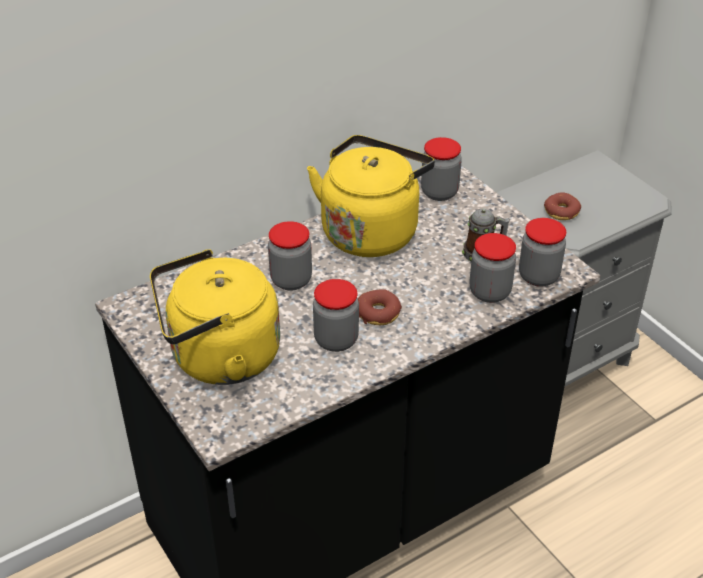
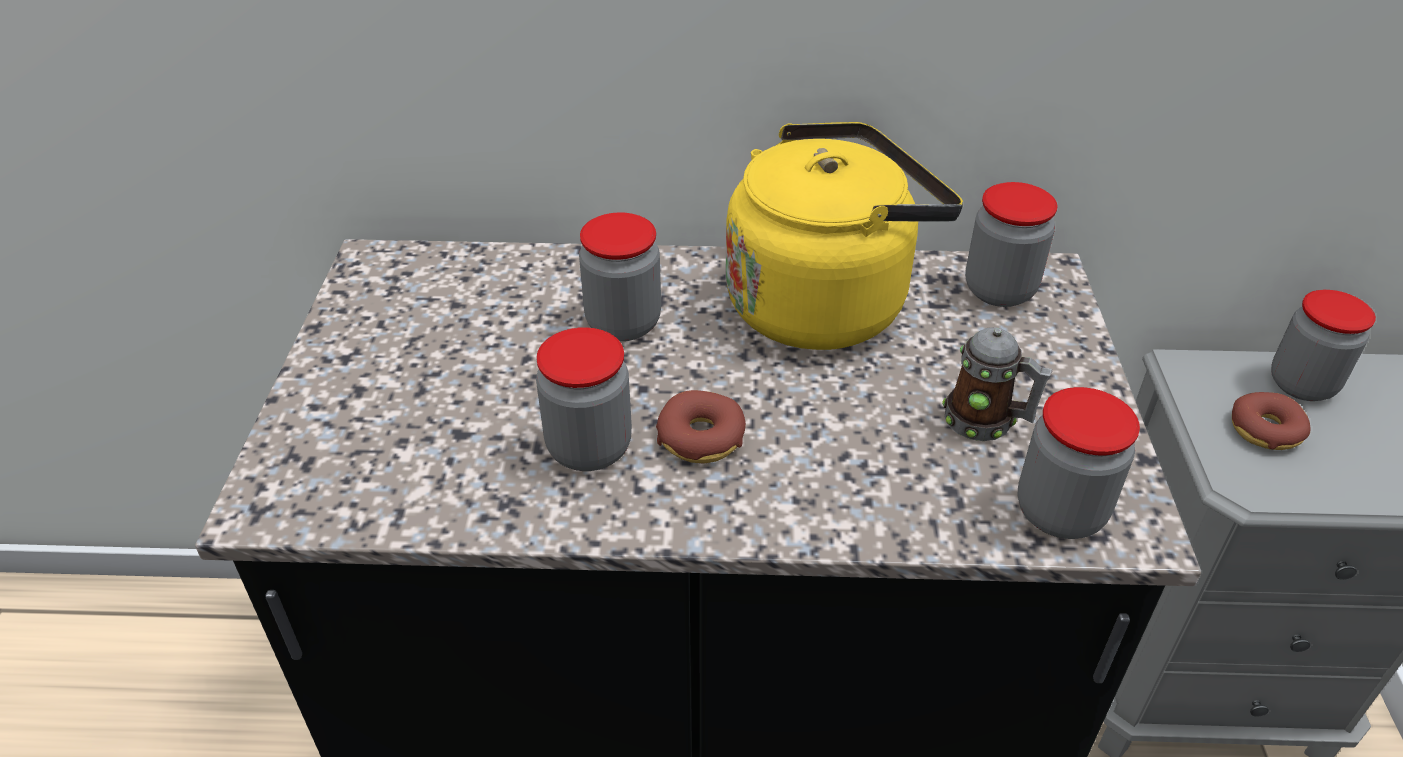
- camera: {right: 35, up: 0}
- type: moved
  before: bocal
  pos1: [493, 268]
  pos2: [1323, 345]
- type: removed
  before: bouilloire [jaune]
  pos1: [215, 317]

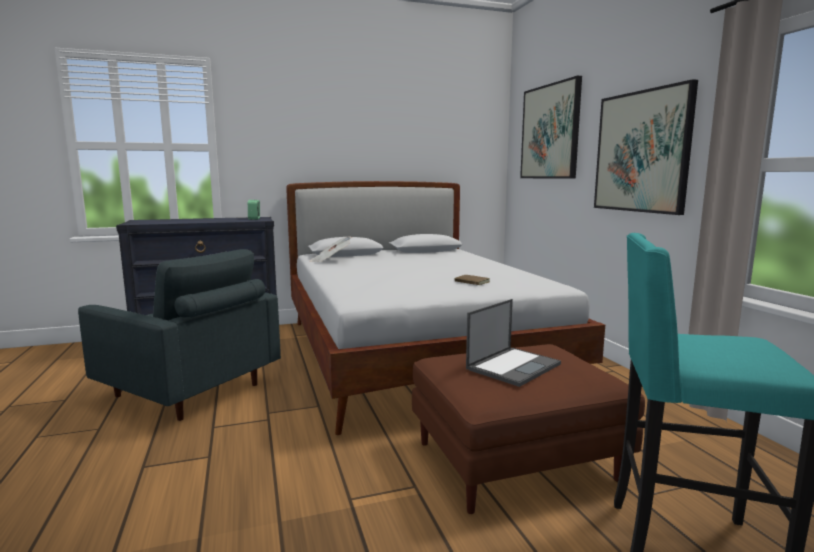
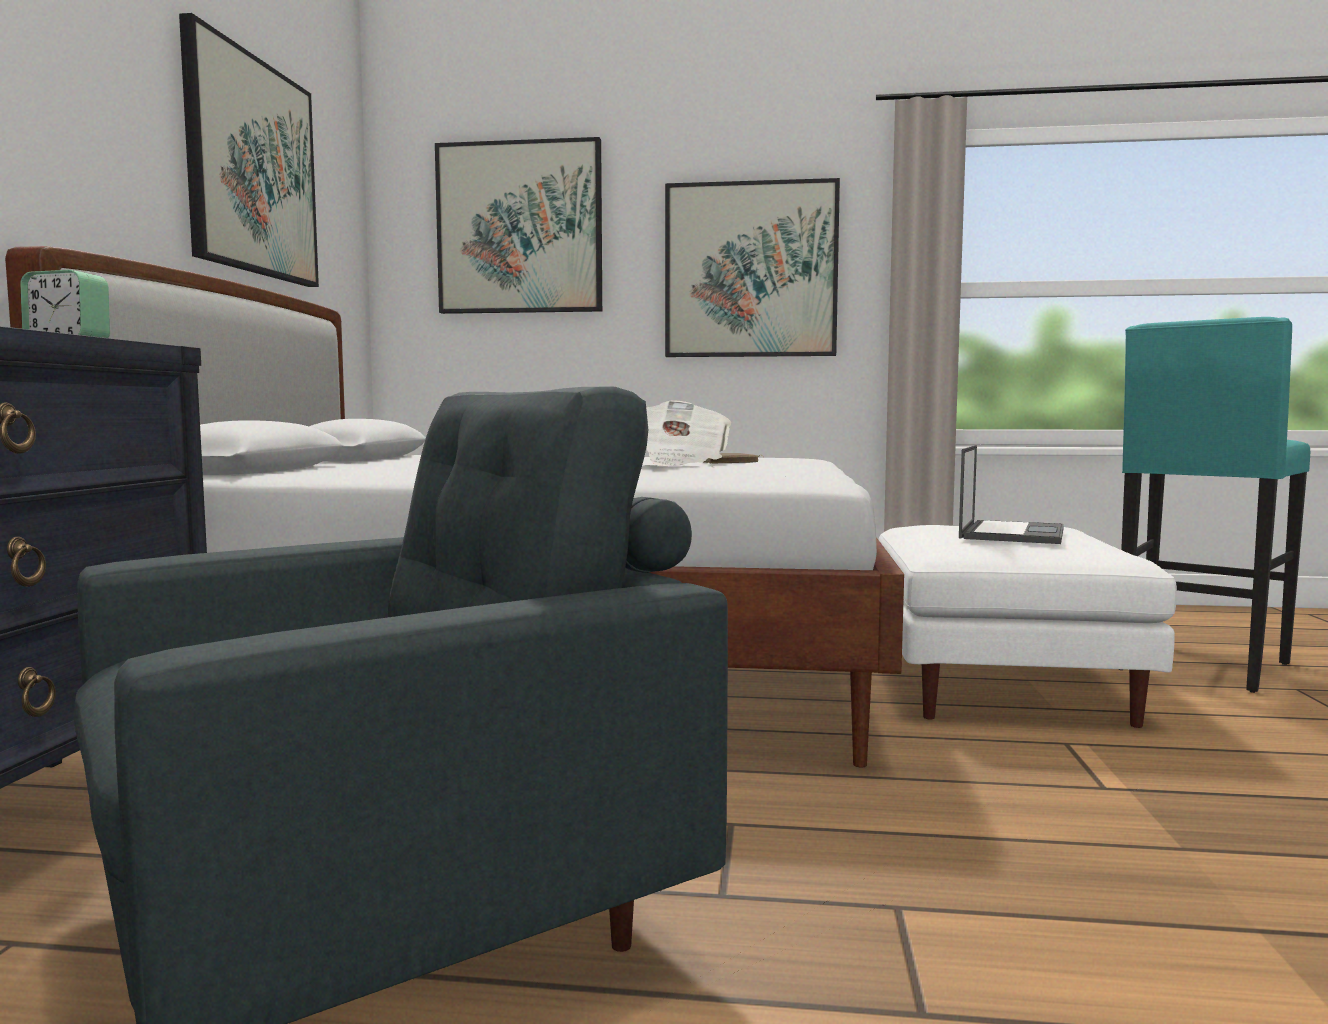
- camera: {right: -65, up: -5}
- type: added
  after: tableau
  pos2: [249, 150]
- type: moved
  before: journal
  pos1: [331, 249]
  pos2: [689, 433]
- type: recoloured
  before: pouf [marron]
  after: pouf [blanc]
  pos1: [528, 429]
  pos2: [1028, 626]
- type: turned
  before: ordinateur portable
  pos1: [513, 343]
  pos2: [1011, 494]
  turn: 45

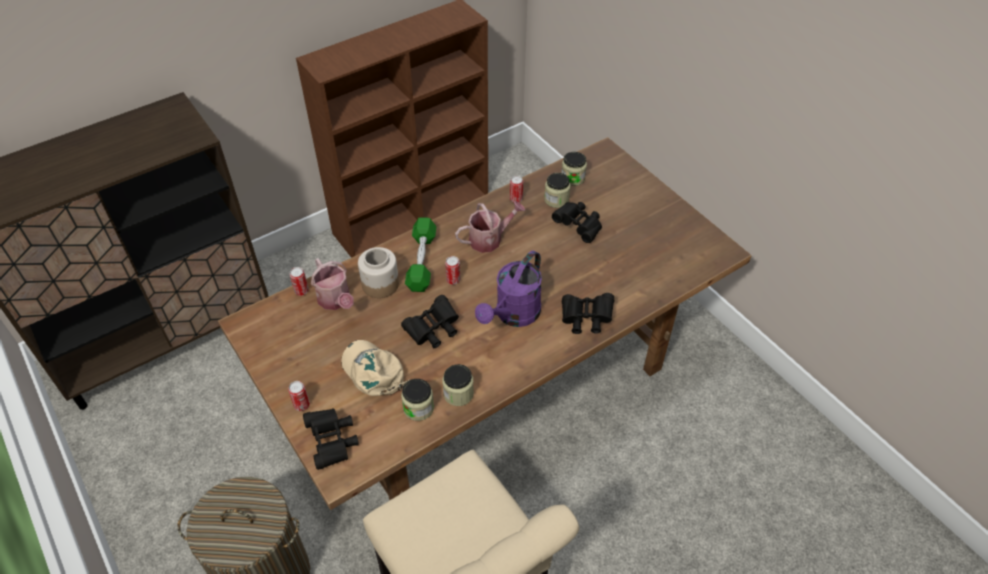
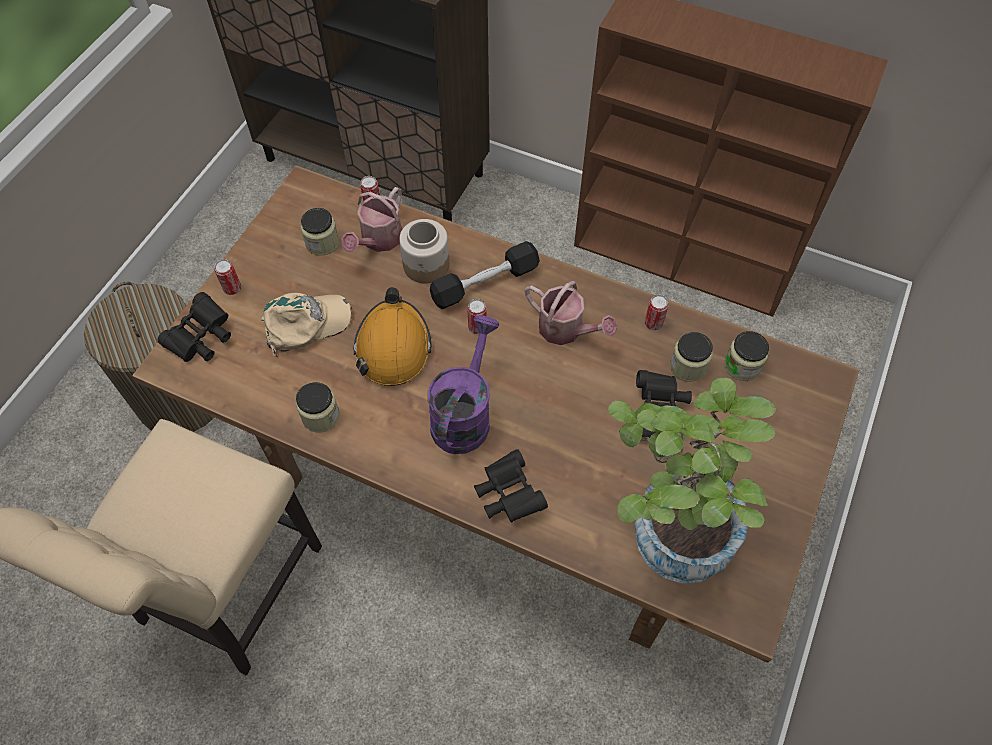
- camera: {right: 60, up: 10}
- type: turned
  before: casquette [beige]
  pos1: [375, 368]
  pos2: [306, 325]
  turn: 45
- type: moved
  before: bocal
  pos1: [417, 400]
  pos2: [320, 232]
- type: replaced
  before: jumelles [noir]
  after: casque de chantier [orange]
  pos1: [430, 321]
  pos2: [392, 336]
- type: turned
  before: arrosoir [violet]
  pos1: [508, 289]
  pos2: [463, 384]
  turn: 105
- type: recoloured
  before: haltère [vert]
  after: haltère [noir]
  pos1: [421, 254]
  pos2: [485, 275]
- type: added
  after: plante en pot
  pos2: [692, 481]

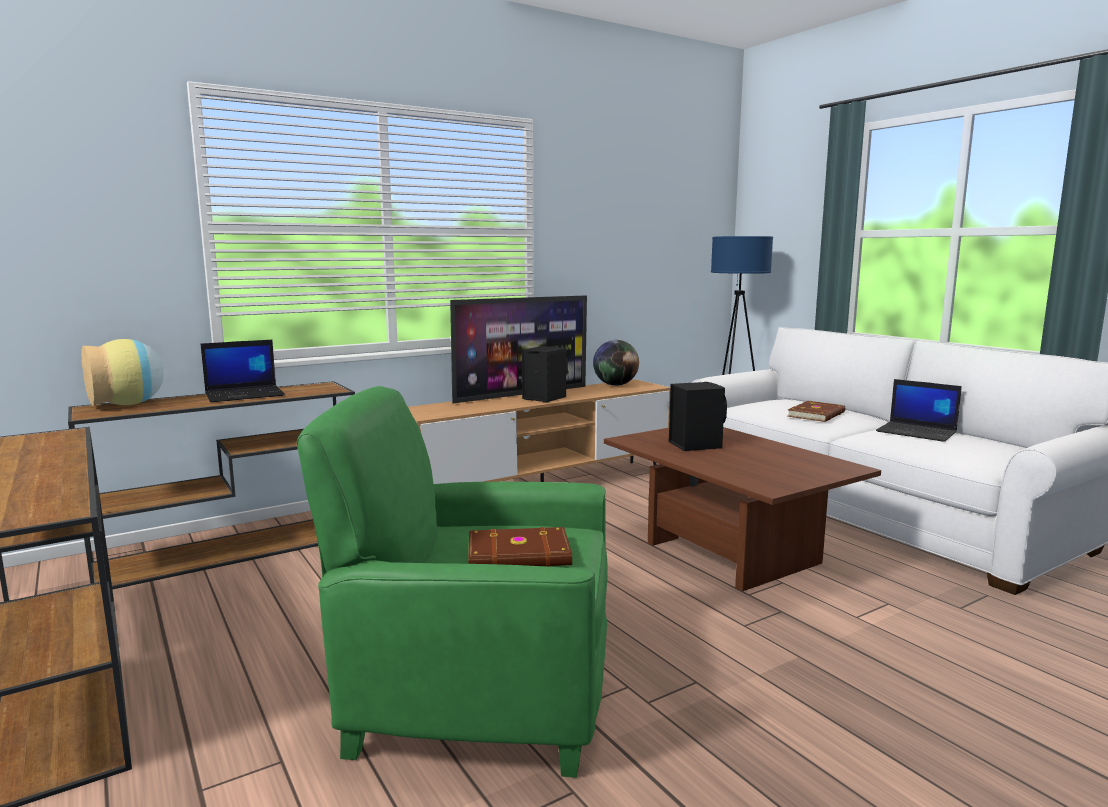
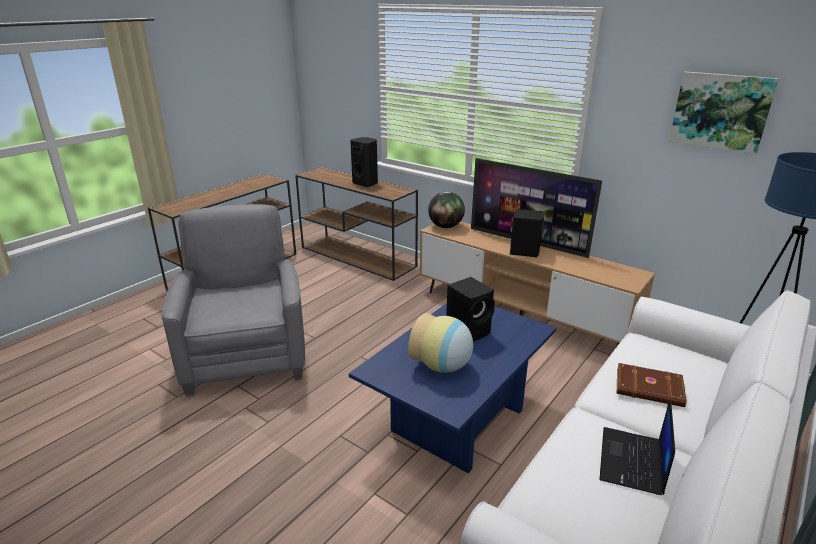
- camera: {right: 70, up: 15}
- type: recoloured
  before: fauteuil [vert]
  after: fauteuil [gris]
  pos1: [452, 582]
  pos2: [233, 300]
- type: recoloured
  before: table basse [marron]
  after: table basse [bleu]
  pos1: [742, 509]
  pos2: [452, 388]
- type: replaced
  before: ordinateur portable
  after: enceinte [noir]
  pos1: [243, 371]
  pos2: [364, 162]
- type: moved
  before: vase
  pos1: [122, 372]
  pos2: [440, 343]
- type: moved
  before: globe
  pos1: [616, 363]
  pos2: [446, 210]
- type: added
  after: tableau
  pos2: [724, 112]
- type: removed
  before: livre [marron]
  pos1: [520, 547]

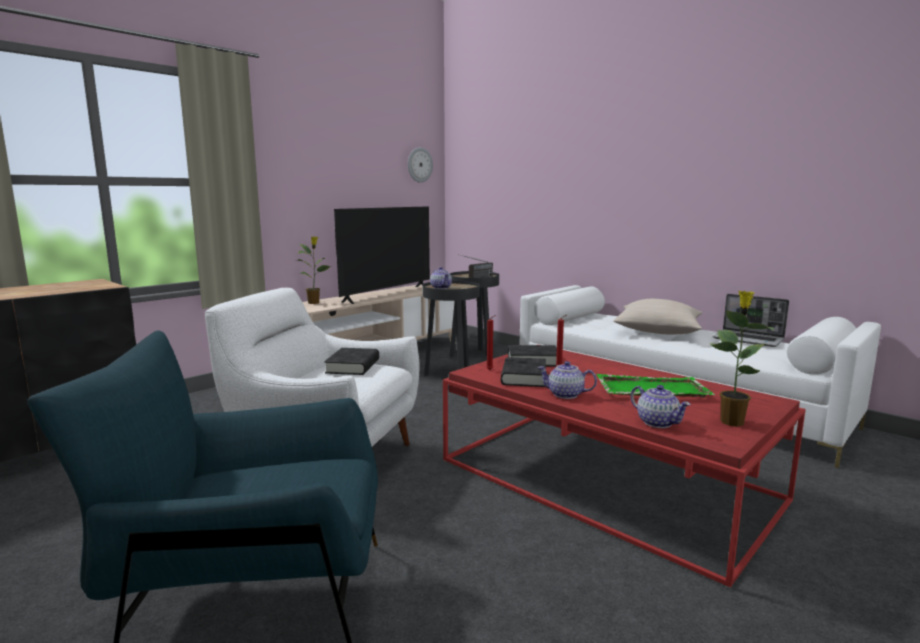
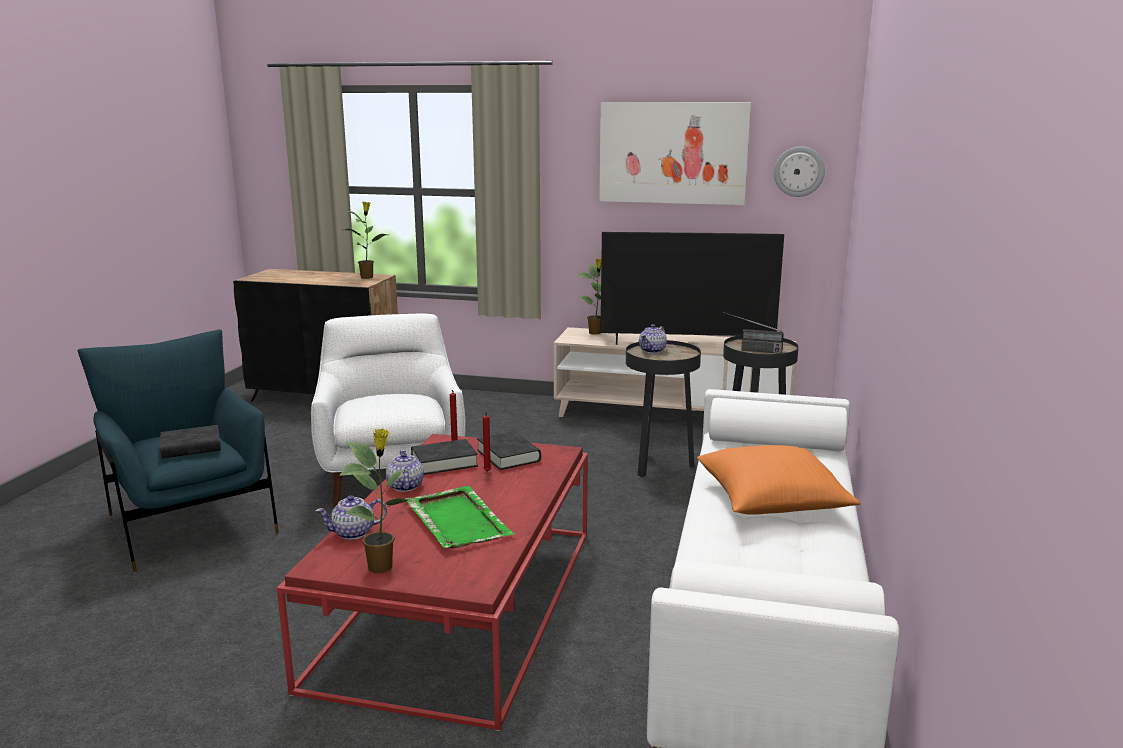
- camera: {right: 60, up: 5}
- type: moved
  before: livre [noir]
  pos1: [351, 361]
  pos2: [190, 441]
- type: turned
  before: théière
  pos1: [660, 406]
  pos2: [351, 517]
  turn: 45
- type: added
  after: plante en pot
  pos2: [366, 240]
- type: added
  after: tableau
  pos2: [675, 153]
- type: recoloured
  before: coussin [beige]
  after: coussin [orange]
  pos1: [657, 316]
  pos2: [778, 480]
- type: removed
  before: ordinateur portable
  pos1: [751, 320]

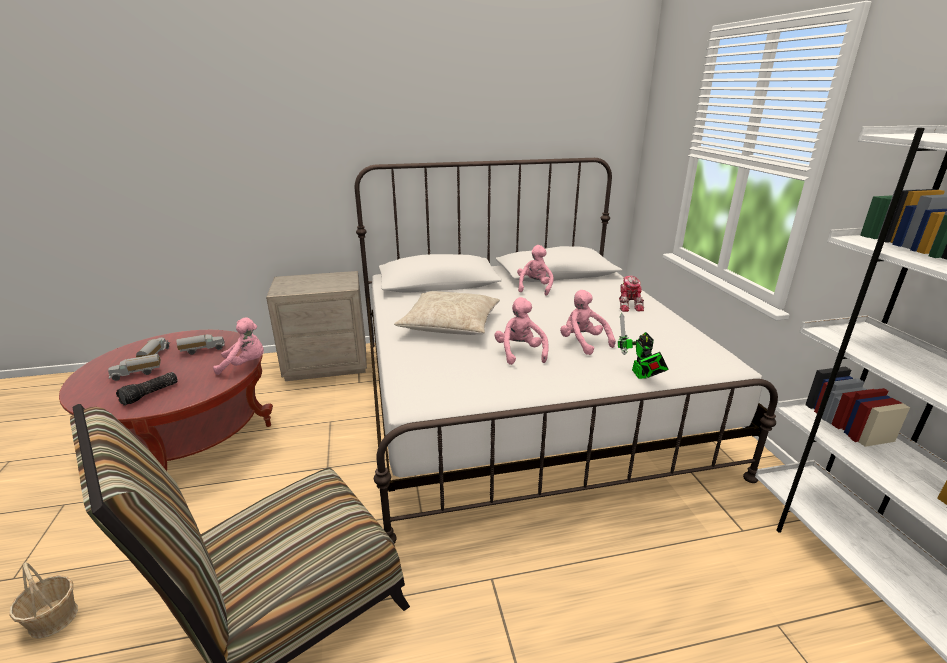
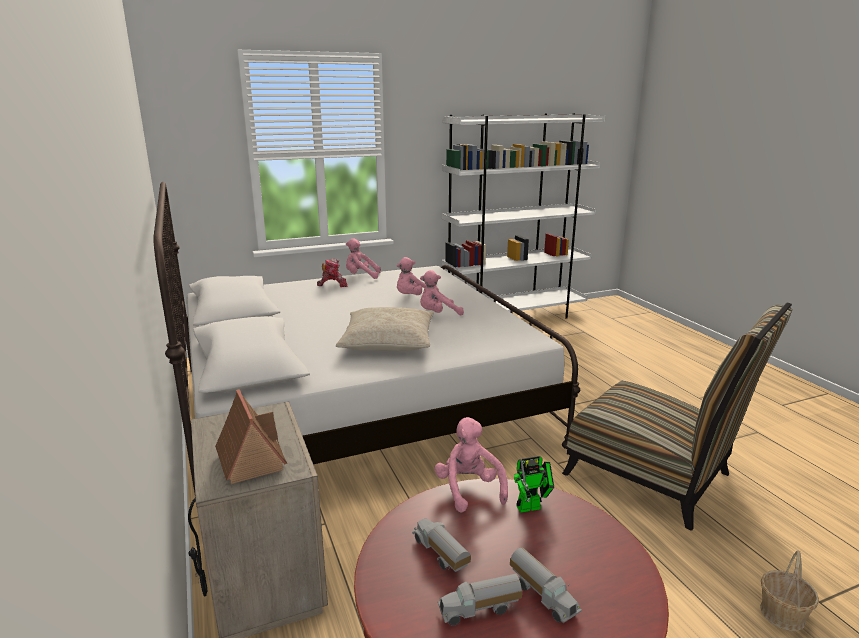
- camera: {right: -100, up: -5}
- type: added
  after: maison miniature
  pos2: [251, 436]
- type: moved
  before: peluche [rose]
  pos1: [535, 270]
  pos2: [363, 258]
- type: moved
  before: robot jouet
  pos1: [643, 346]
  pos2: [534, 484]
- type: removed
  before: lampe de poche
  pos1: [147, 389]

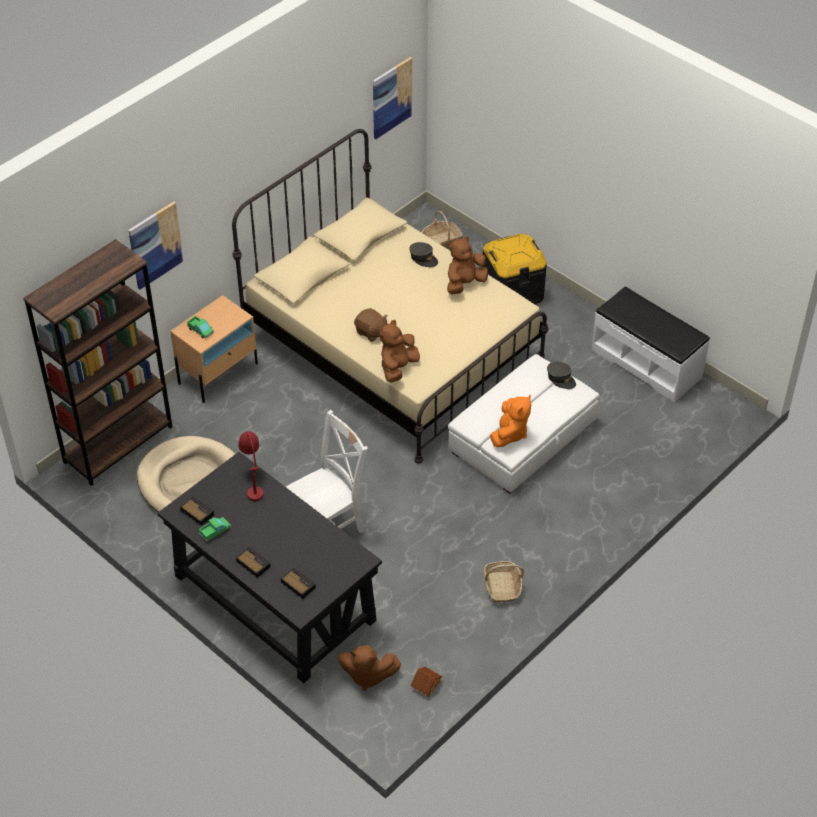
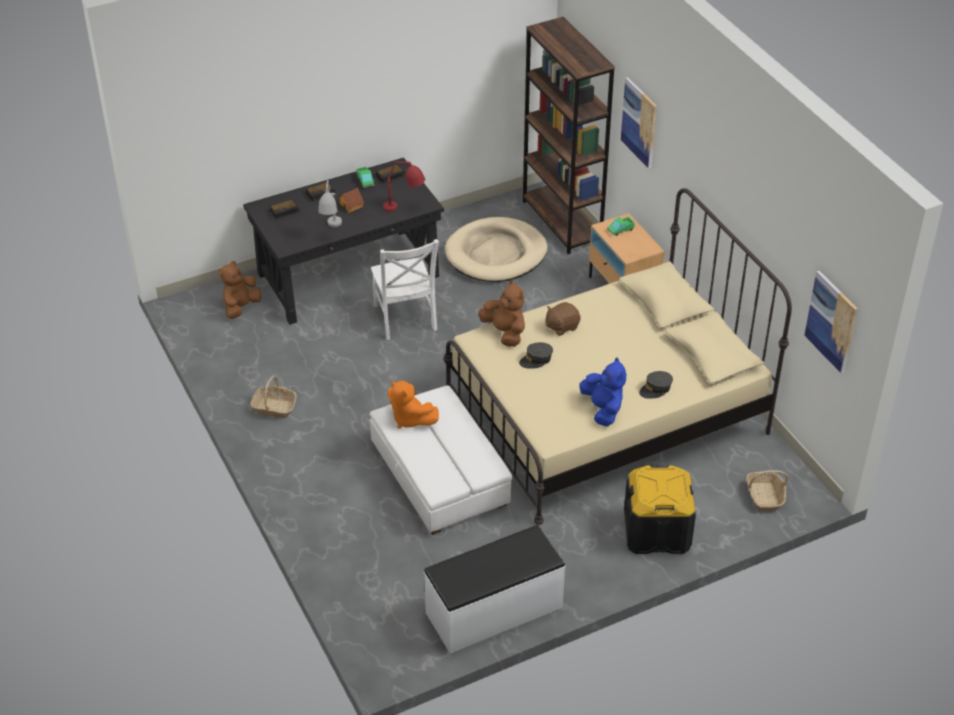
- camera: {right: 110, up: -5}
- type: added
  after: lampe de table [gris]
  pos2: [330, 203]
- type: moved
  before: maison miniature
  pos1: [427, 682]
  pos2: [351, 200]
- type: moved
  before: casquette [gris]
  pos1: [561, 375]
  pos2: [536, 355]
- type: recoloured
  before: peluche [marron]
  after: peluche [bleu]
  pos1: [467, 265]
  pos2: [602, 391]

